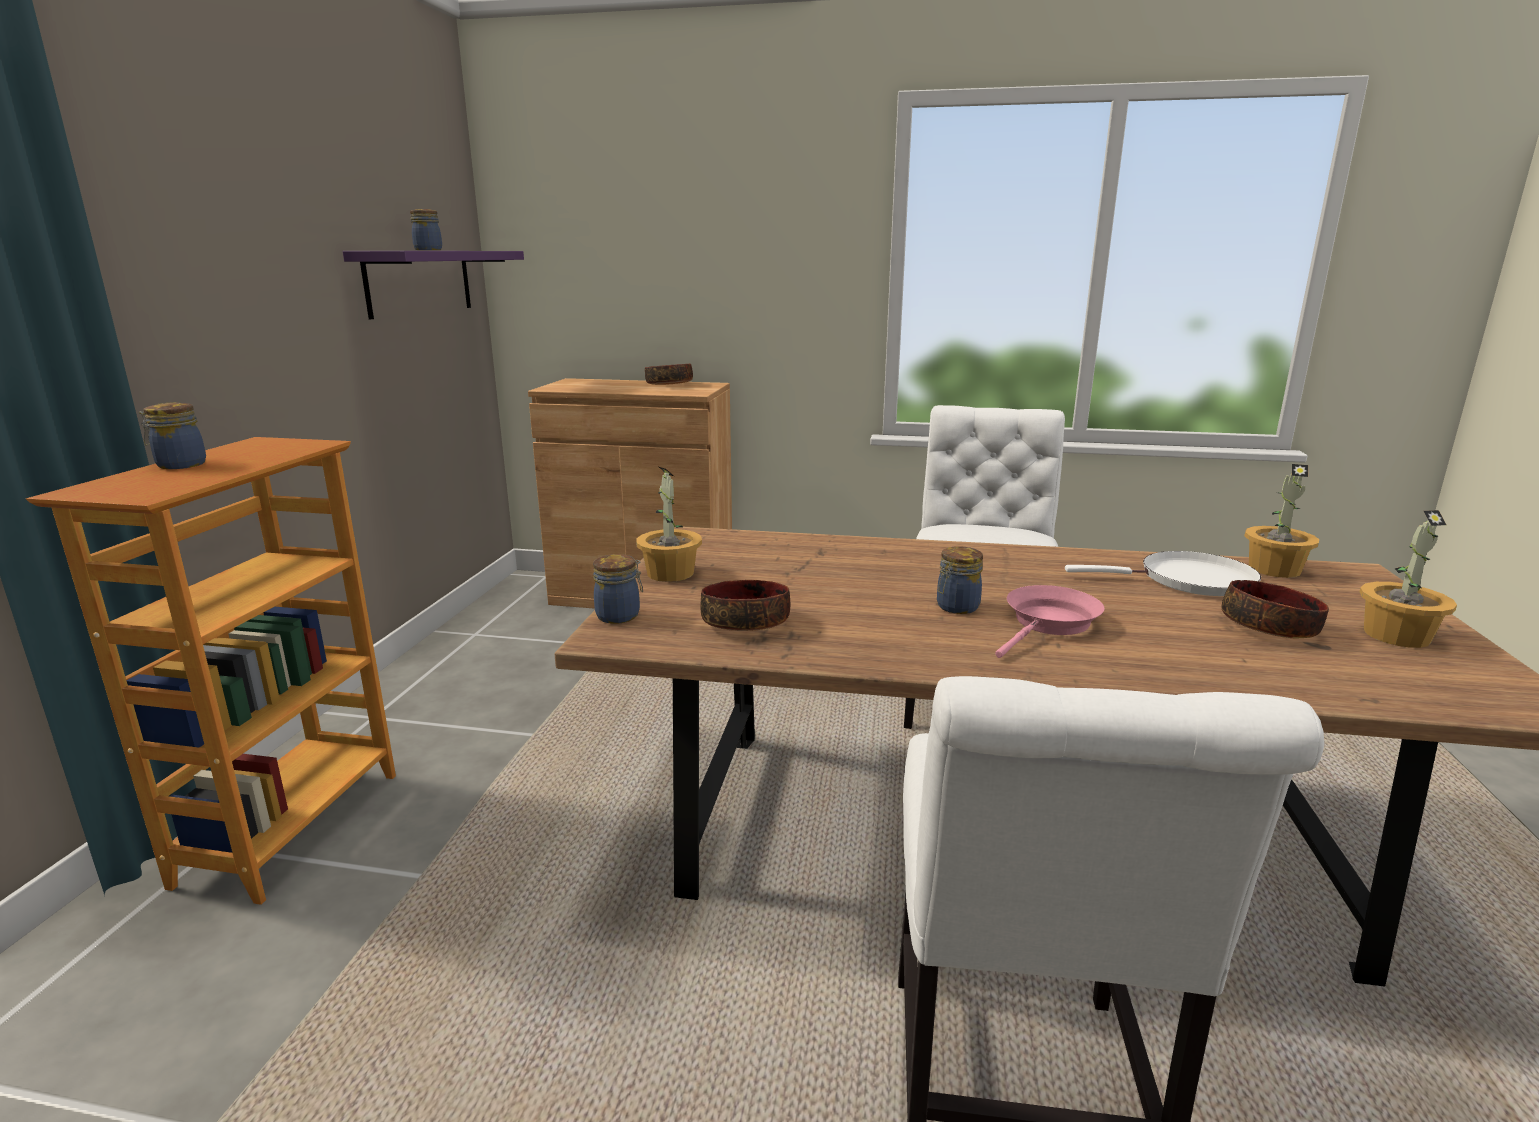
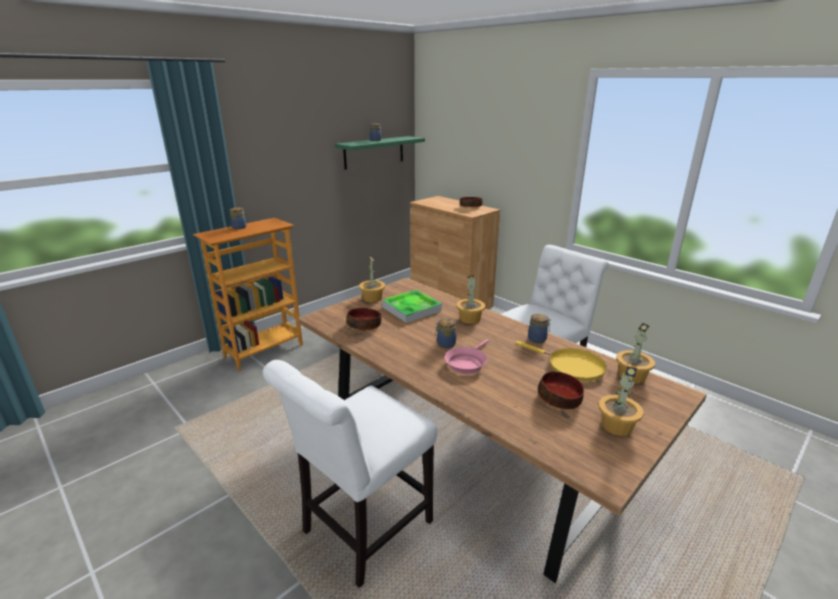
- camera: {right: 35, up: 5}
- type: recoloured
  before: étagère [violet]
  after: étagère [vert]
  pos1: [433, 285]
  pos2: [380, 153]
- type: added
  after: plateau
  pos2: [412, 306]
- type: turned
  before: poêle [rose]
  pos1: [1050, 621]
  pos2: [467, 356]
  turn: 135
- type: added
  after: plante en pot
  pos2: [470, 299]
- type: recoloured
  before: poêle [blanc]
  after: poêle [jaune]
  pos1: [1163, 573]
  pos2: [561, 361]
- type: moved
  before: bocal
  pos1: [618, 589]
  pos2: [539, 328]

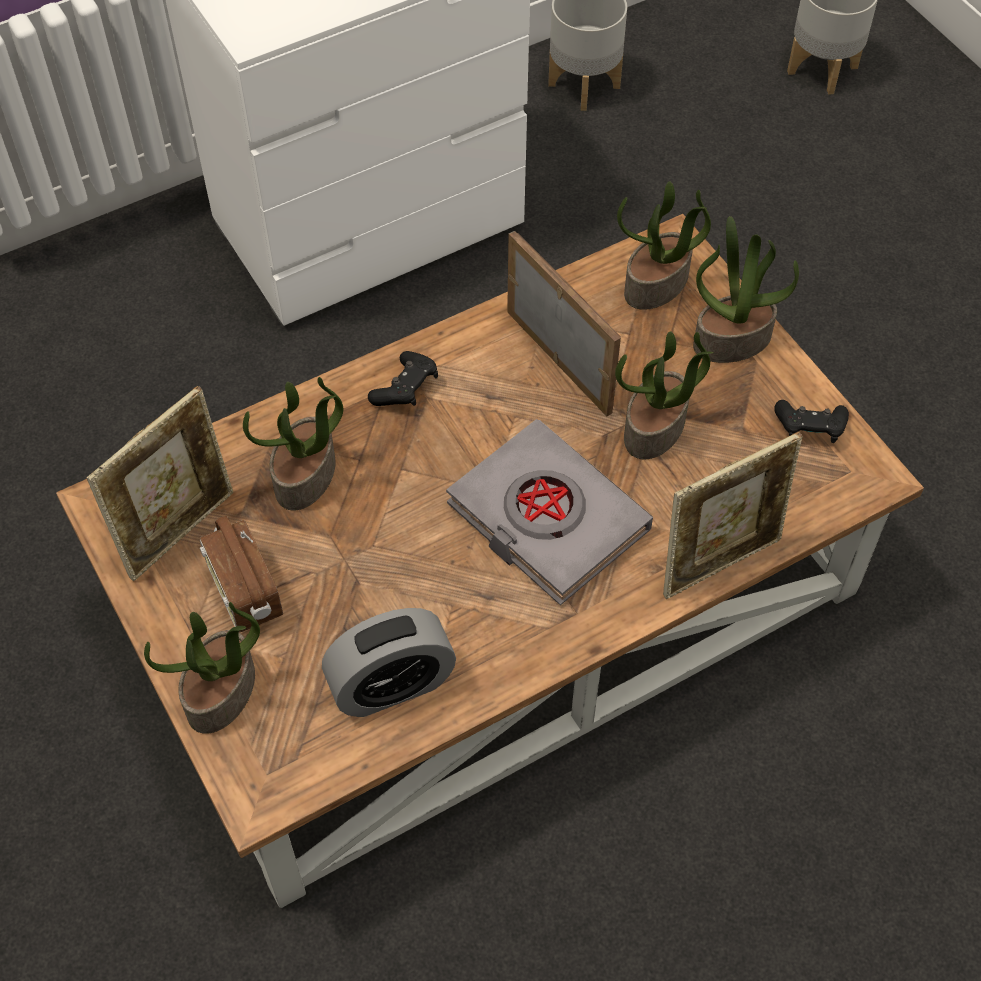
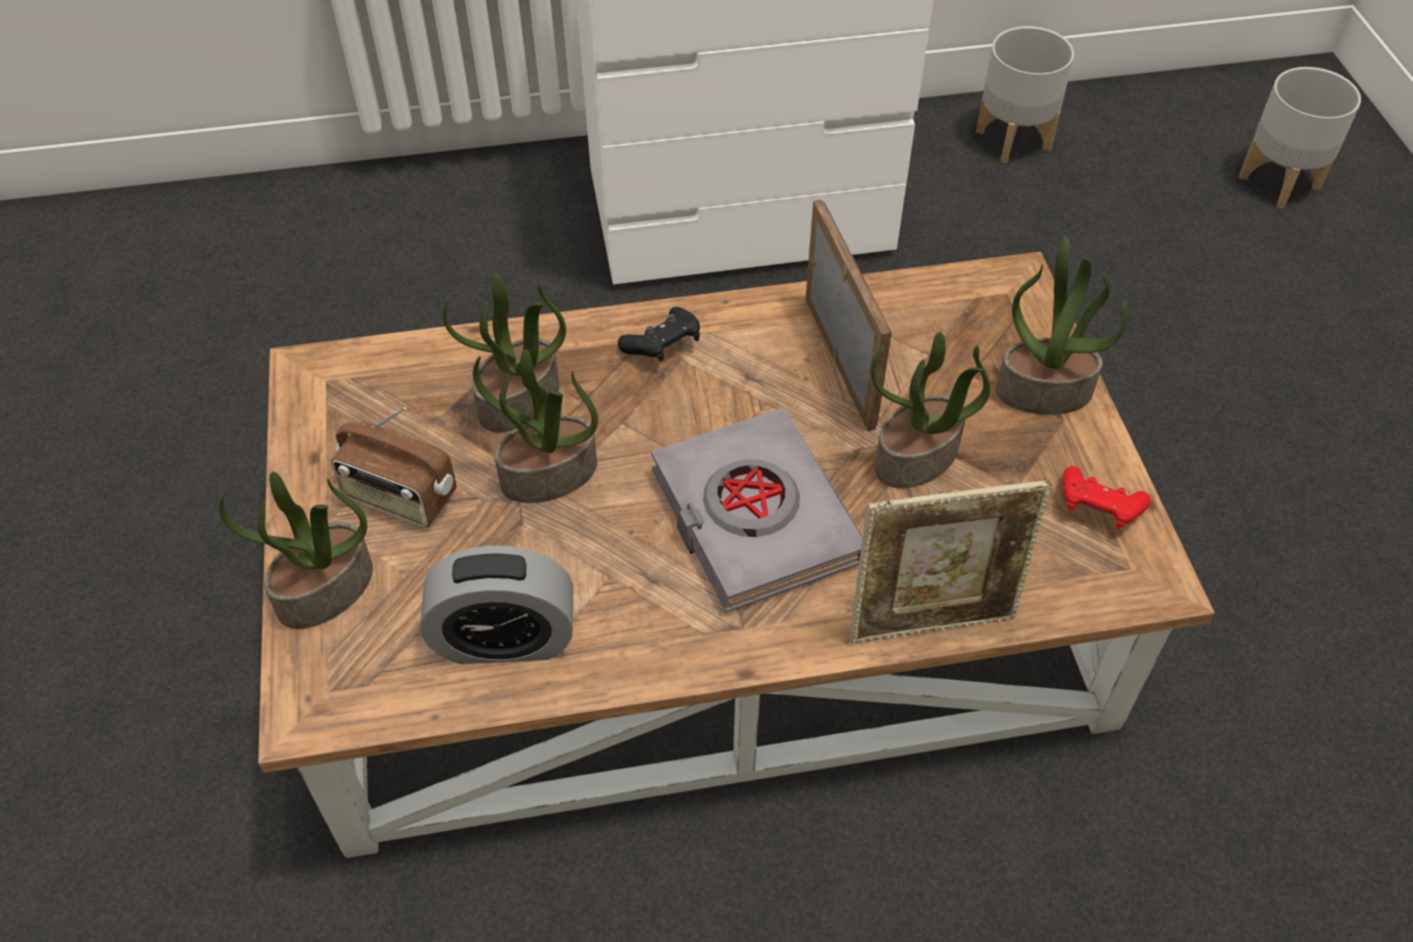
- camera: {right: 20, up: -5}
- type: turned
  before: radio
  pos1: [241, 574]
  pos2: [394, 467]
  turn: -60
- type: moved
  before: plante en pot
  pos1: [664, 245]
  pos2: [535, 426]
- type: recoloured
  before: manette [noir]
  after: manette [rouge]
  pos1: [811, 421]
  pos2: [1106, 497]
- type: removed
  before: cadre photo
  pos1: [159, 484]

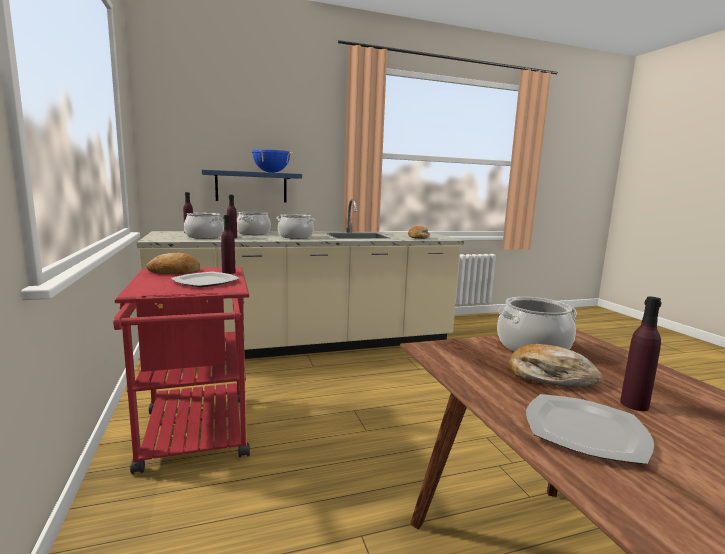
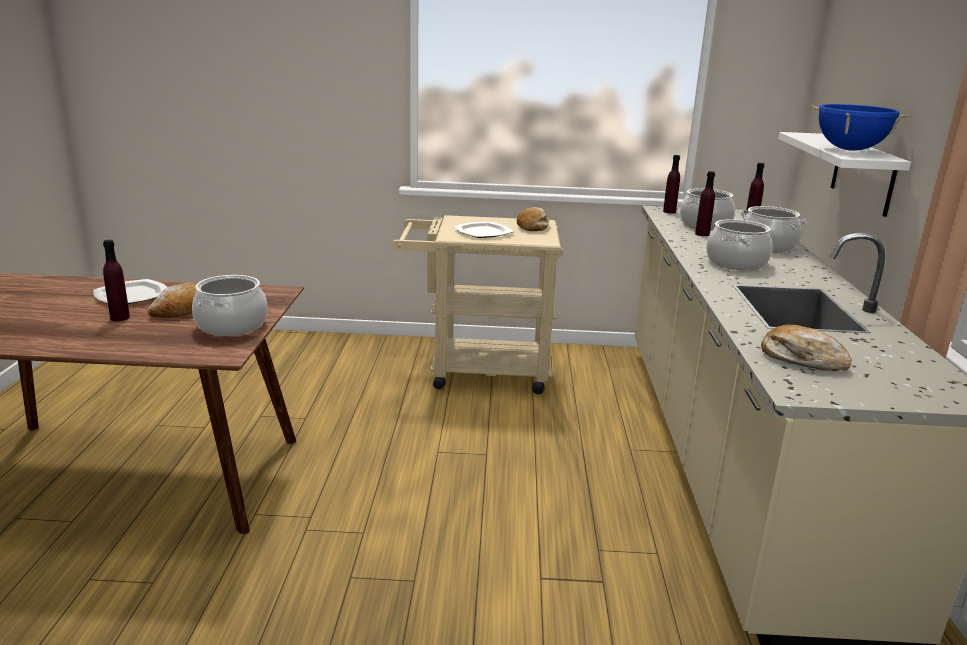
- camera: {right: 110, up: 10}
- type: recoloured
  before: chariot [rouge]
  after: chariot [beige]
  pos1: [181, 370]
  pos2: [477, 304]
- type: moved
  before: bouteille [violet]
  pos1: [228, 244]
  pos2: [671, 184]
- type: recoloured
  before: étagère [bleu]
  after: étagère [blanc]
  pos1: [252, 186]
  pos2: [844, 174]

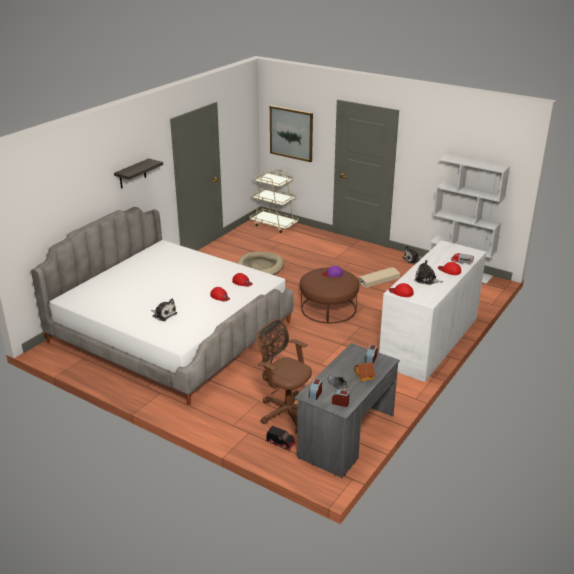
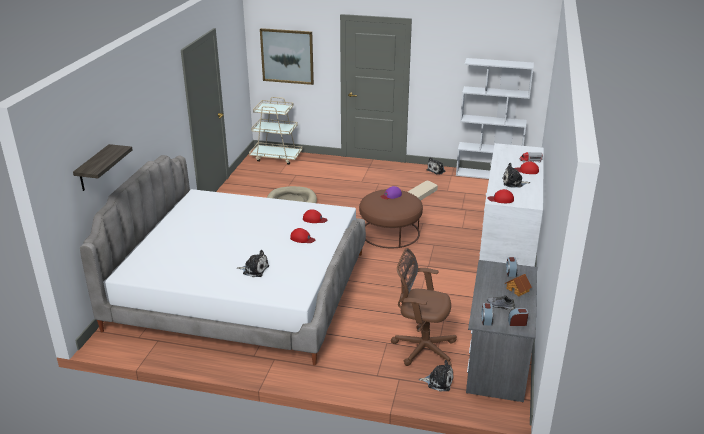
- camera: {right: -20, up: 0}
- type: moved
  before: étagère
  pos1: [138, 173]
  pos2: [103, 167]
- type: replaced
  before: camion jouet
  after: peluche
  pos1: [281, 437]
  pos2: [436, 375]

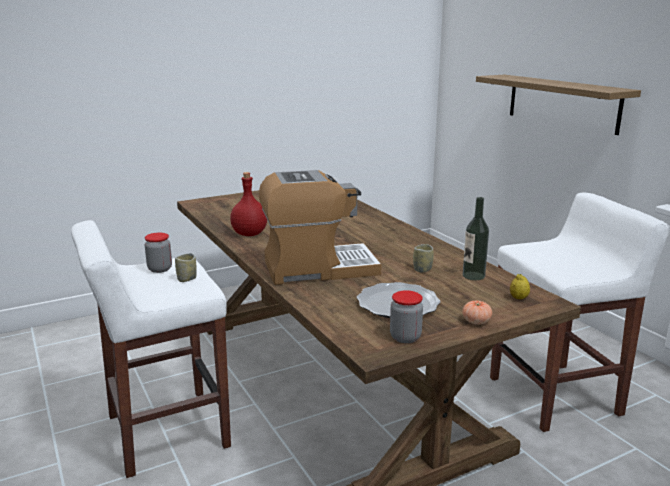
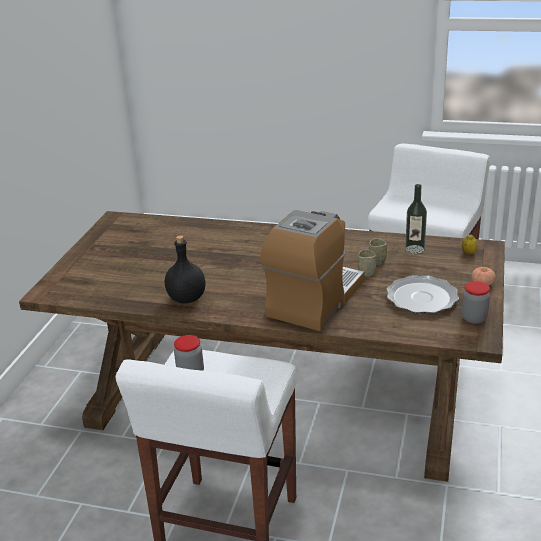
- camera: {right: -45, up: 10}
- type: recoloured
  before: bouteille [rouge]
  after: bouteille [noir]
  pos1: [248, 204]
  pos2: [185, 269]
- type: moved
  before: tasse
  pos1: [186, 267]
  pos2: [366, 263]
- type: removed
  before: étagère
  pos1: [558, 105]

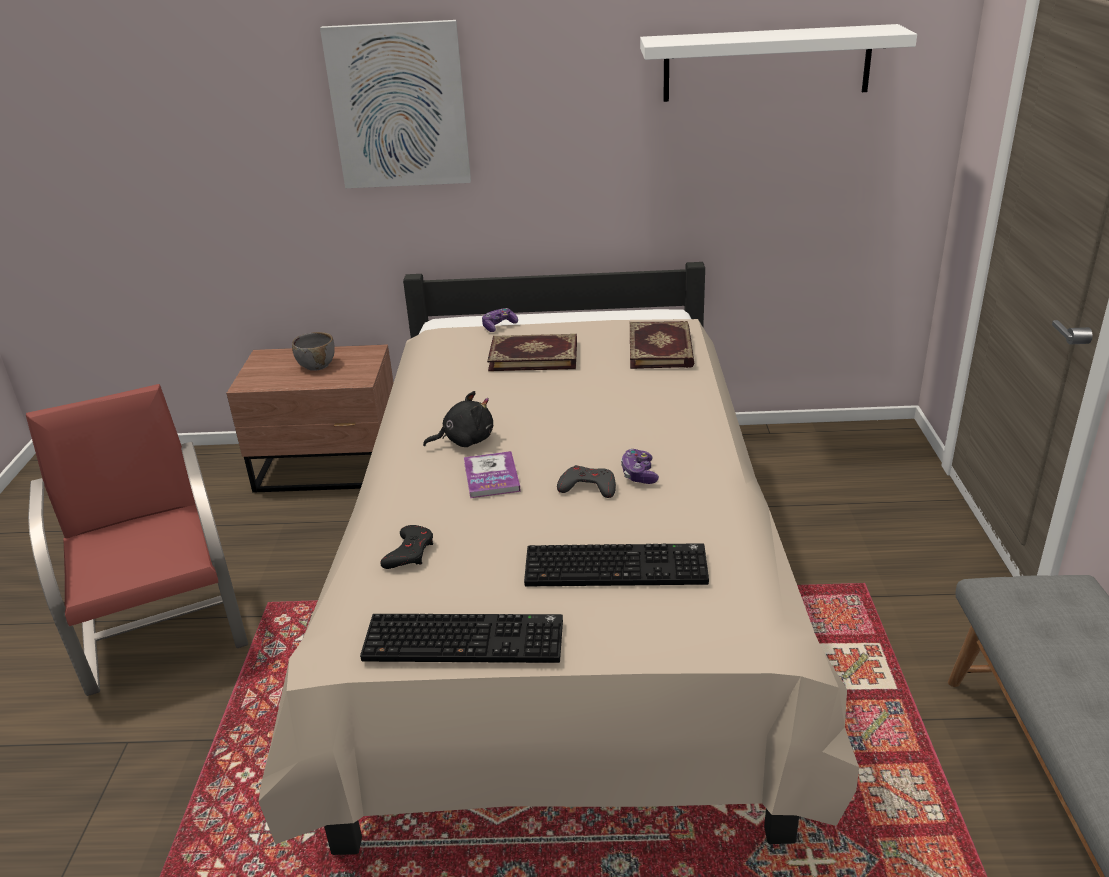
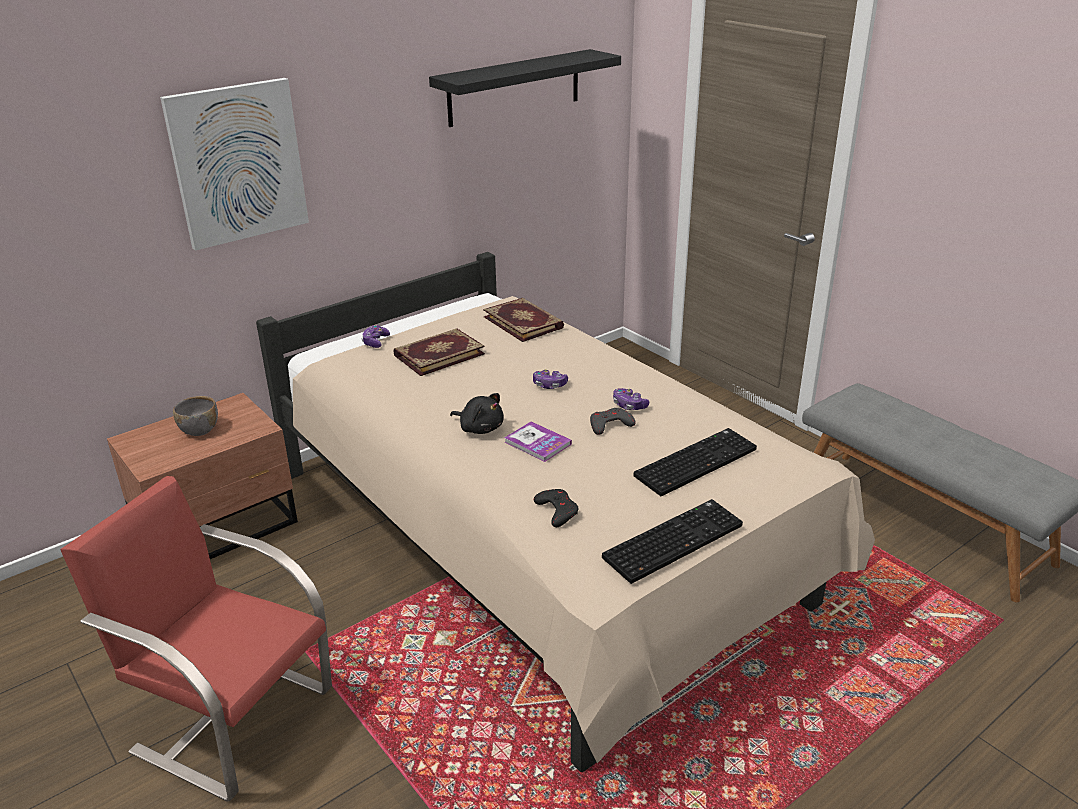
- camera: {right: -40, up: 0}
- type: recoloured
  before: étagère [blanc]
  after: étagère [noir]
  pos1: [778, 63]
  pos2: [525, 88]
- type: turned
  before: peluche [noir]
  pos1: [458, 419]
  pos2: [476, 413]
  turn: 90
- type: added
  after: manette
  pos2: [550, 379]

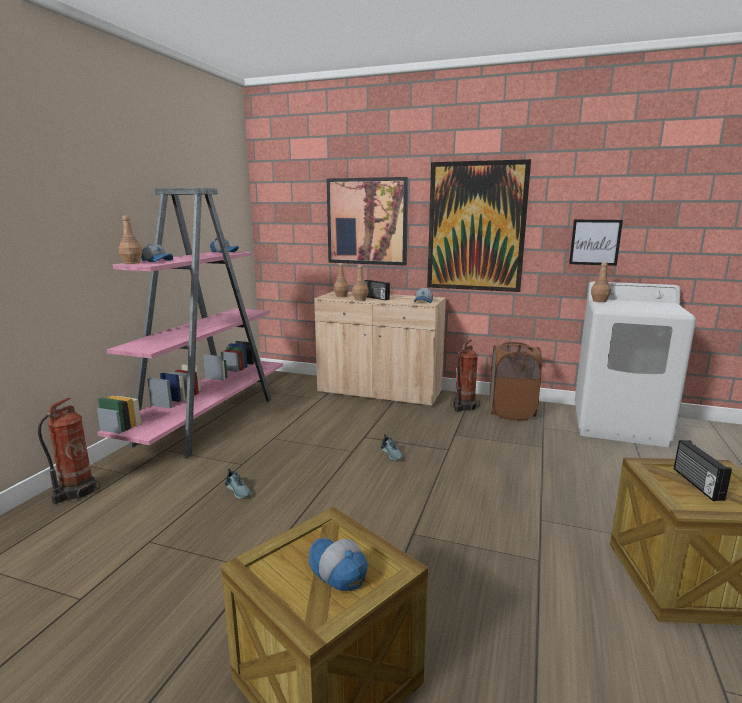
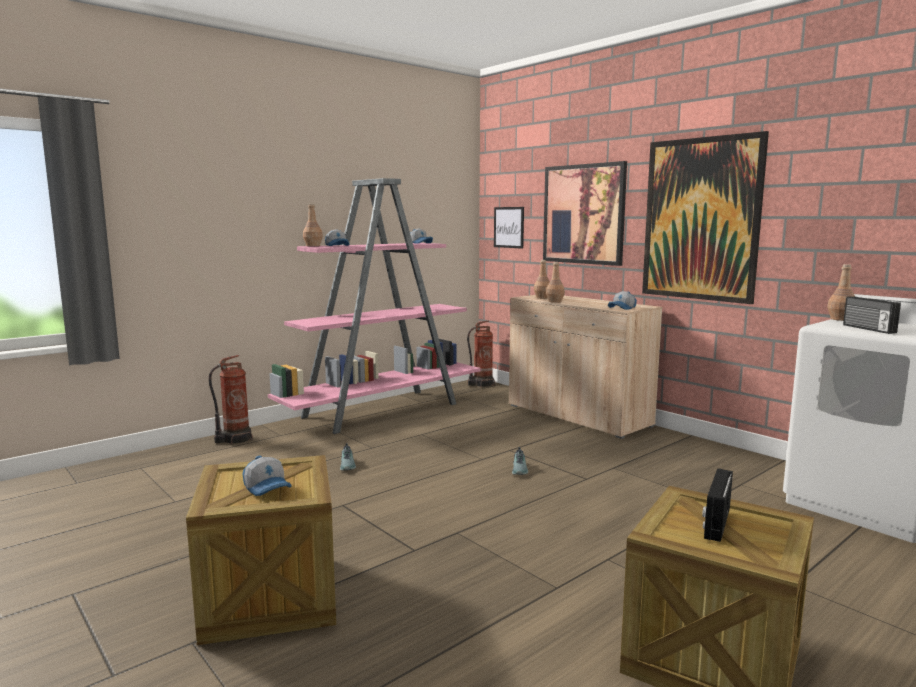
- camera: {right: 30, up: -5}
- type: turned
  before: casquette
  pos1: [338, 564]
  pos2: [266, 475]
  turn: 150
- type: moved
  before: extincteur
  pos1: [465, 376]
  pos2: [481, 354]
- type: moved
  before: tableau
  pos1: [596, 243]
  pos2: [509, 228]
- type: moved
  before: radio
  pos1: [377, 290]
  pos2: [872, 315]
- type: removed
  before: panier à linge [marron]
  pos1: [516, 381]

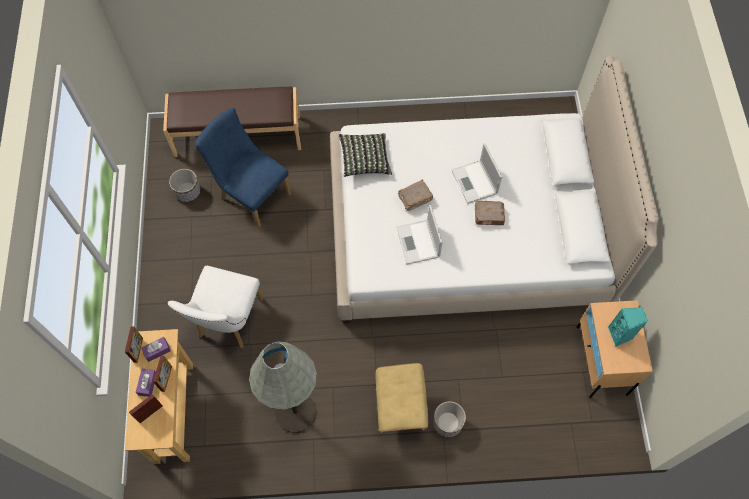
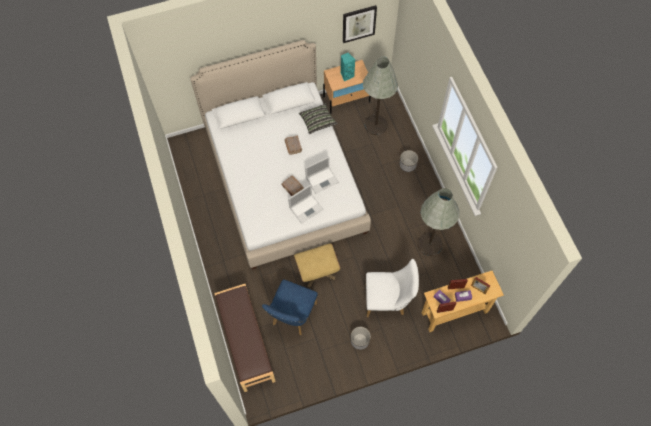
- camera: {right: -105, up: 0}
- type: moved
  before: ordinateur portable
  pos1: [476, 173]
  pos2: [306, 204]
- type: moved
  before: pouf [beige]
  pos1: [402, 398]
  pos2: [317, 265]
- type: moved
  before: coussin
  pos1: [365, 155]
  pos2: [318, 118]
- type: added
  after: tableau
  pos2: [360, 24]
- type: moved
  before: cache-pot
  pos1: [184, 185]
  pos2: [361, 338]
- type: added
  after: lampadaire [gris]
  pos2: [380, 96]

